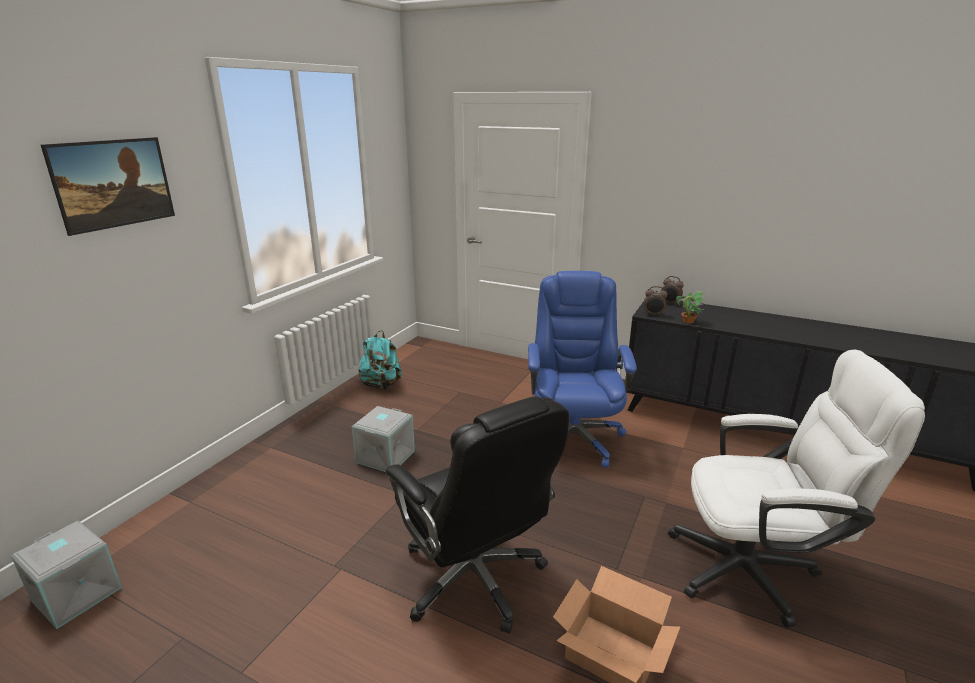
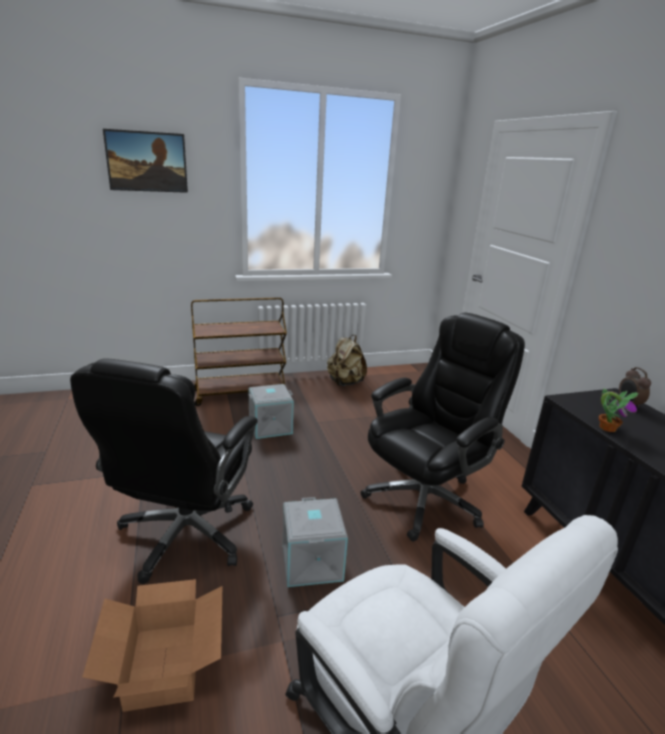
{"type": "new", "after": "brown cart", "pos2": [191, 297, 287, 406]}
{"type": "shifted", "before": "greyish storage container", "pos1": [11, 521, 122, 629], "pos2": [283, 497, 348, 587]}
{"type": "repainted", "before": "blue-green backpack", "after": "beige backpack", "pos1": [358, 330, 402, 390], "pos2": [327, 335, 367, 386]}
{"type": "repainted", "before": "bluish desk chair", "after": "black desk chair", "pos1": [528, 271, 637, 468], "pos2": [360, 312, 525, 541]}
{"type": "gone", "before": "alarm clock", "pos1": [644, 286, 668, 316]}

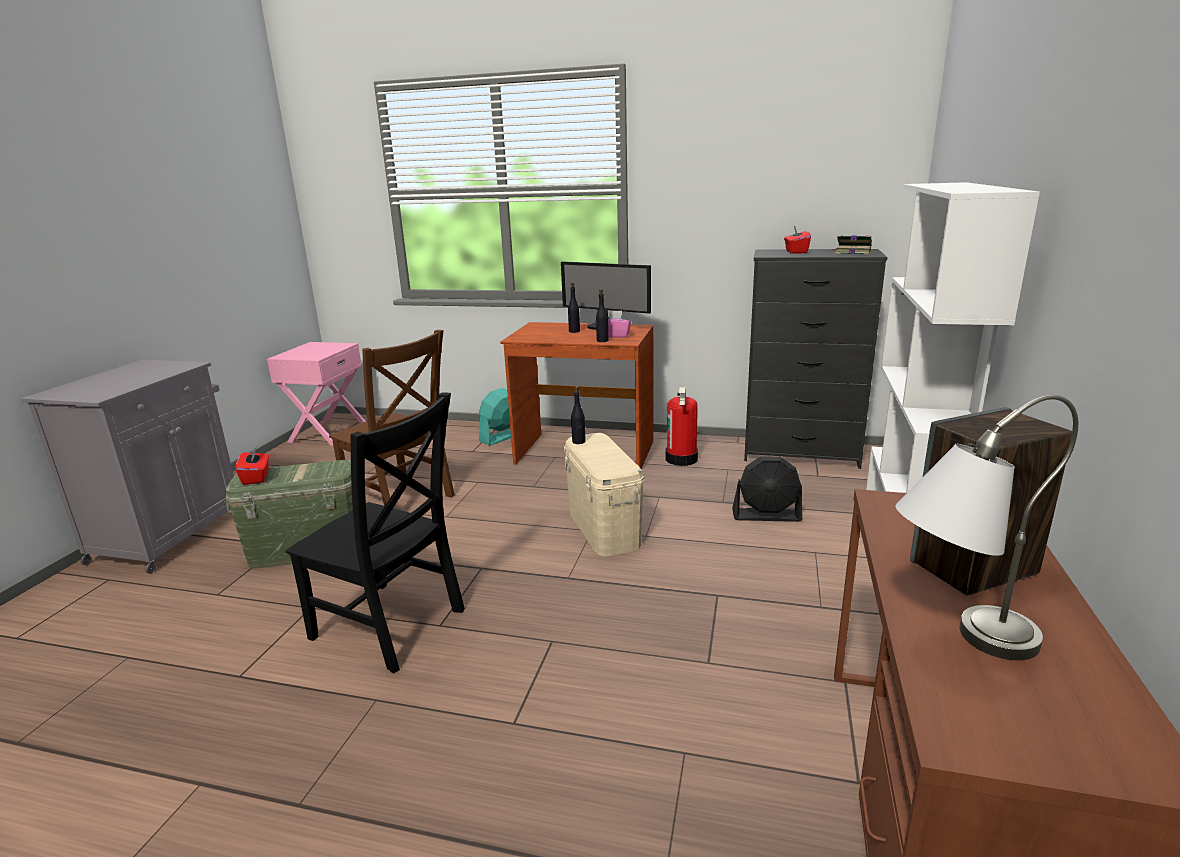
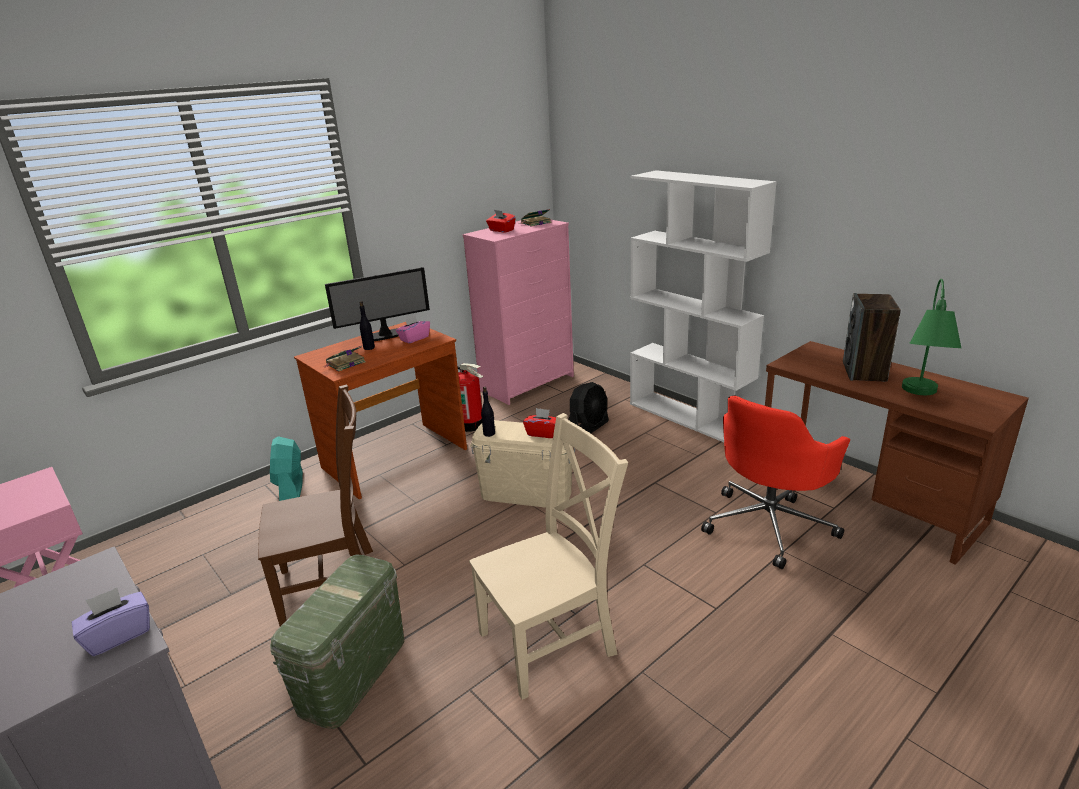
{"type": "new", "after": "purple tissue box", "pos2": [72, 587, 150, 656]}
{"type": "new", "after": "volume", "pos2": [325, 346, 366, 371]}
{"type": "repainted", "before": "black chest of drawers", "after": "pink-coloured chest of drawers", "pos1": [744, 249, 888, 469], "pos2": [463, 220, 574, 405]}
{"type": "repainted", "before": "black upright chair", "after": "beige upright chair", "pos1": [286, 392, 465, 674], "pos2": [469, 413, 628, 700]}
{"type": "shifted", "before": "reddish tissue box", "pos1": [236, 447, 269, 485], "pos2": [523, 408, 556, 438]}
{"type": "new", "after": "reddish desk chair", "pos2": [701, 396, 850, 569]}
{"type": "repainted", "before": "greyish table lamp", "after": "green table lamp", "pos1": [895, 395, 1078, 660], "pos2": [902, 279, 961, 395]}
{"type": "gone", "before": "black drink bottle", "pos1": [596, 289, 608, 342]}

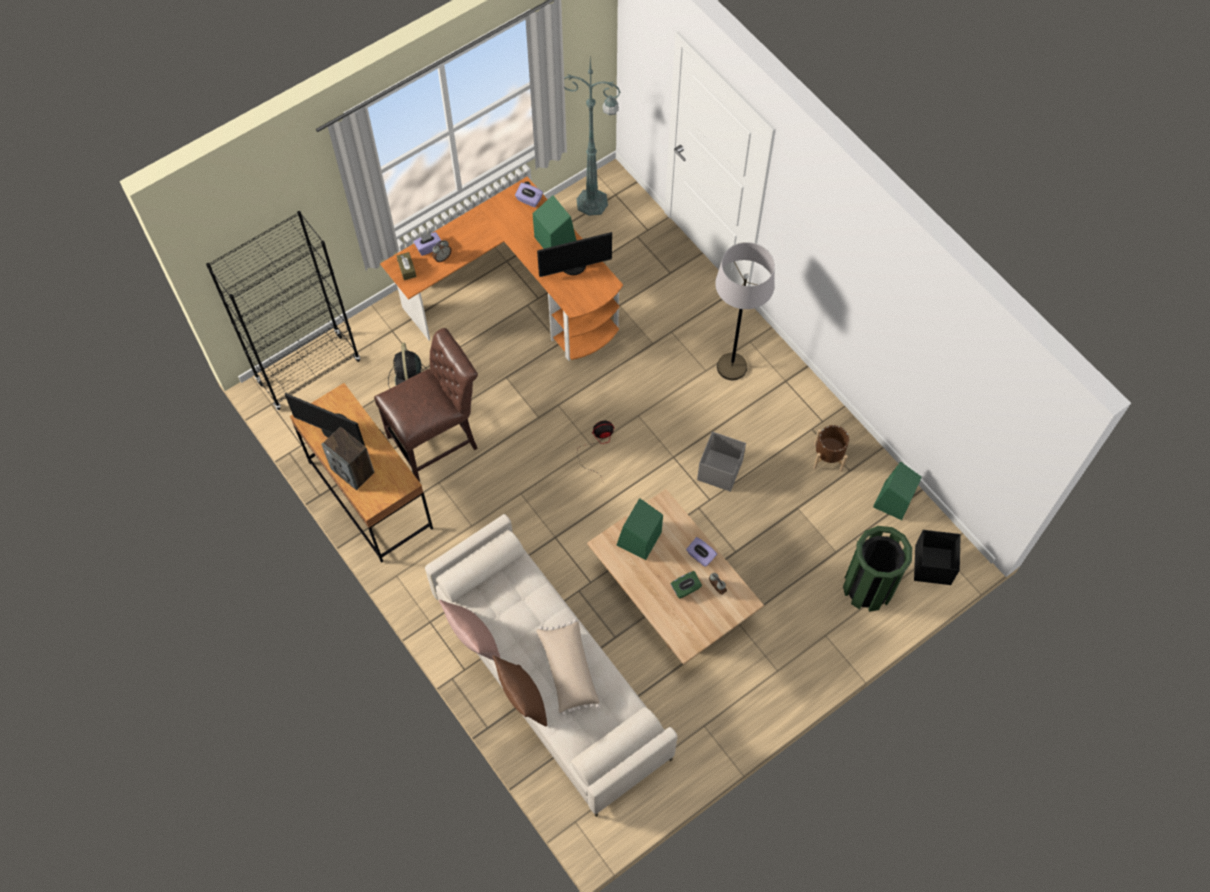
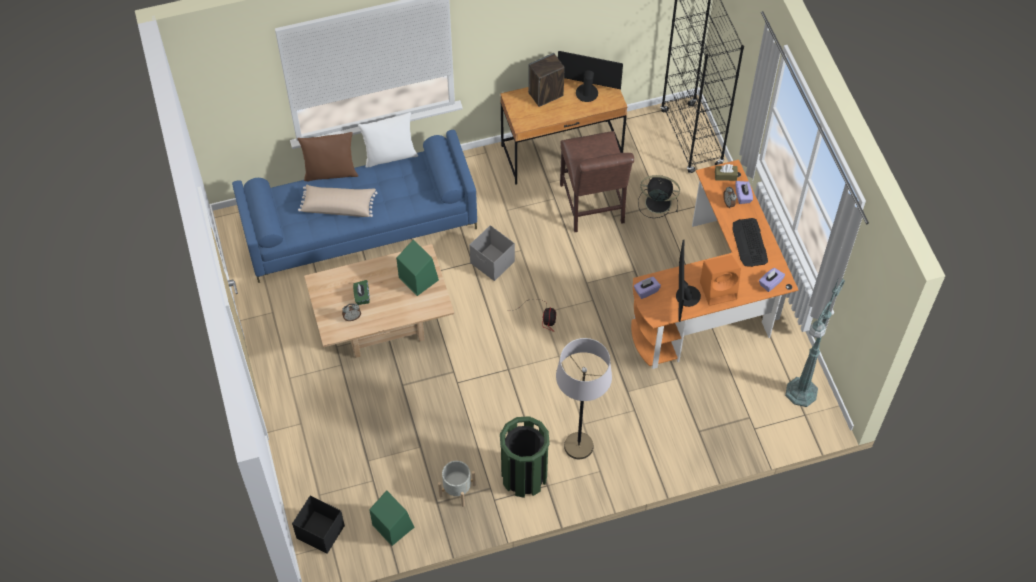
{"type": "repainted", "before": "beige couch", "after": "bluish couch", "pos1": [425, 514, 678, 817], "pos2": [232, 130, 477, 283]}
{"type": "repainted", "before": "pink-coloured throw pillow", "after": "white throw pillow", "pos1": [439, 600, 500, 661], "pos2": [358, 112, 418, 168]}
{"type": "repainted", "before": "brown flower pot", "after": "greyish flower pot", "pos1": [813, 425, 849, 472], "pos2": [438, 461, 476, 507]}
{"type": "shifted", "before": "greyish storage container", "pos1": [697, 431, 746, 492], "pos2": [469, 225, 515, 281]}
{"type": "shifted", "before": "green waste bin", "pos1": [843, 526, 912, 612], "pos2": [500, 416, 550, 498]}
{"type": "rotated", "before": "monitor", "pos1": [285, 393, 365, 445], "pos2": [558, 51, 623, 102], "turn": 60}
{"type": "shifted", "before": "purple tissue box", "pos1": [686, 537, 717, 567], "pos2": [634, 277, 661, 299]}
{"type": "repainted", "before": "green loudspeaker", "after": "orange loudspeaker", "pos1": [533, 195, 576, 249], "pos2": [700, 255, 741, 306]}
{"type": "new", "after": "PC keyboard", "pos2": [732, 218, 768, 267]}

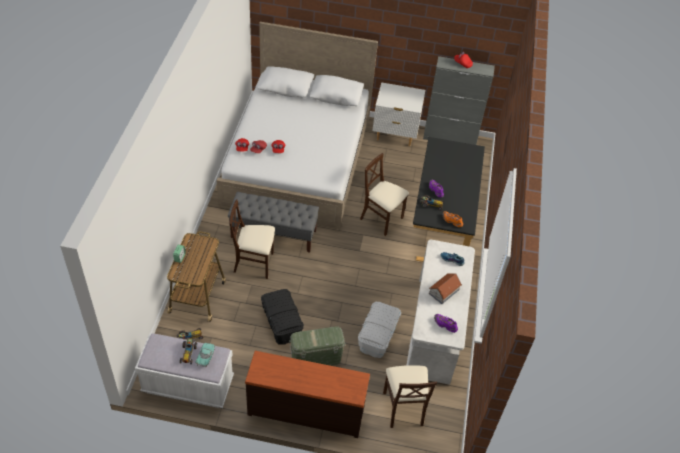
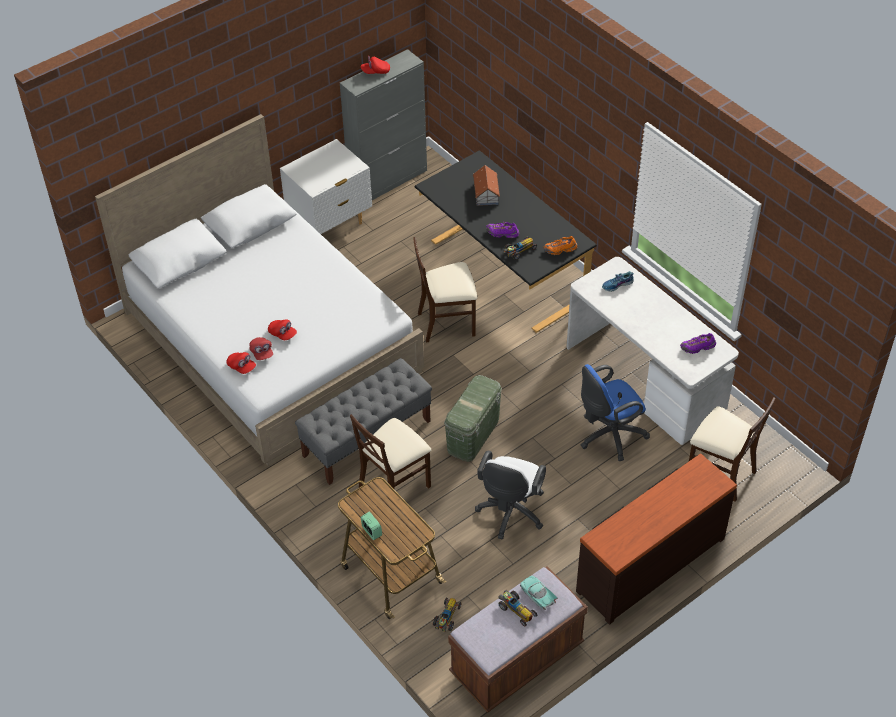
{"type": "shifted", "before": "green storage container", "pos1": [289, 327, 346, 366], "pos2": [444, 375, 502, 462]}
{"type": "repainted", "before": "white long seat", "after": "brown long seat", "pos1": [135, 333, 234, 408], "pos2": [448, 567, 588, 712]}
{"type": "shifted", "before": "miniature house", "pos1": [429, 273, 462, 304], "pos2": [473, 165, 500, 206]}
{"type": "swapped", "before": "black storage container", "after": "white desk chair", "pos1": [261, 289, 304, 345], "pos2": [475, 451, 546, 540]}
{"type": "swapped", "before": "white storage container", "after": "bluish desk chair", "pos1": [358, 302, 401, 358], "pos2": [581, 364, 650, 461]}

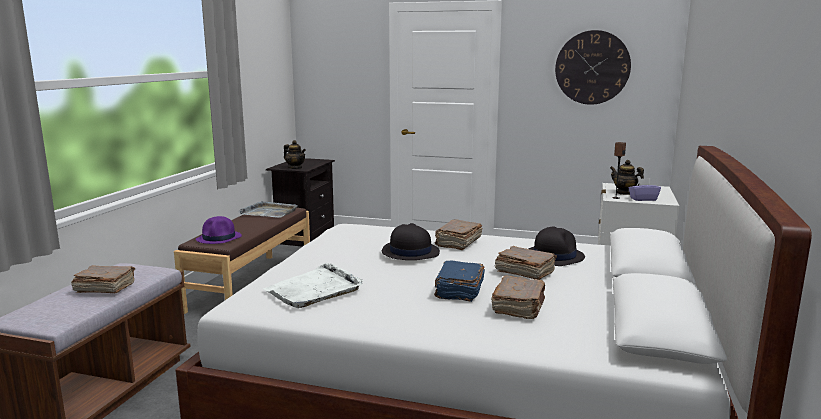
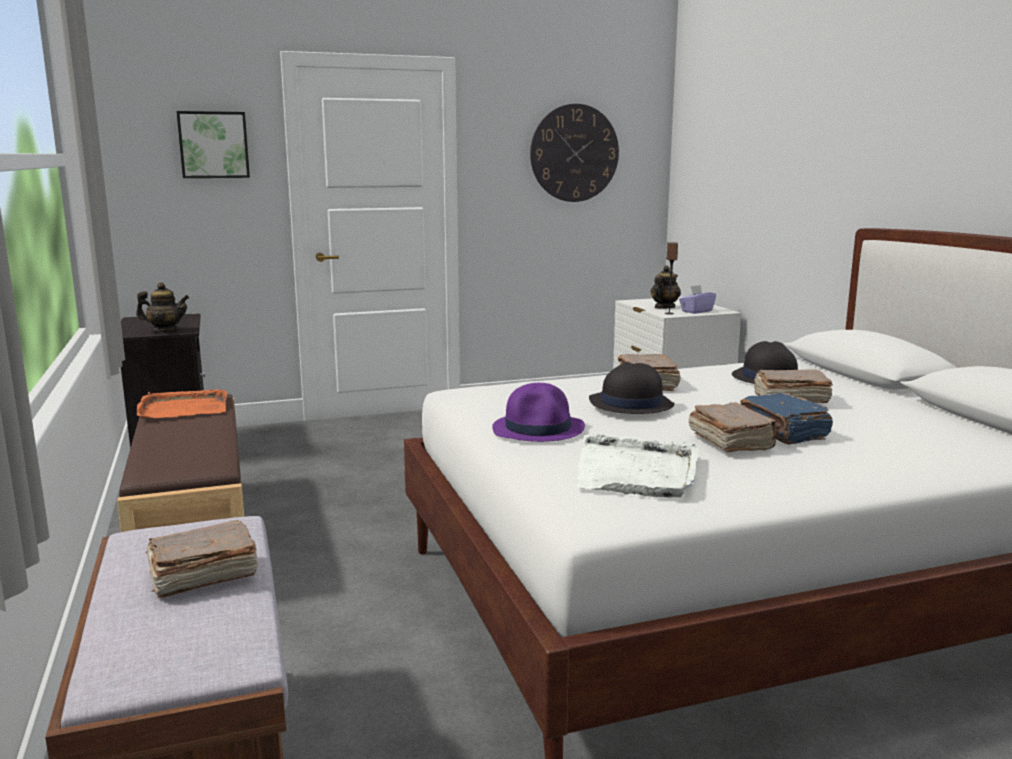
{"type": "repainted", "before": "greyish serving tray", "after": "orange serving tray", "pos1": [238, 201, 298, 218], "pos2": [137, 389, 227, 419]}
{"type": "new", "after": "picture", "pos2": [177, 111, 250, 178]}
{"type": "shifted", "before": "purple hat", "pos1": [196, 216, 242, 244], "pos2": [492, 383, 585, 442]}
{"type": "rotated", "before": "tea pot", "pos1": [610, 160, 644, 195], "pos2": [651, 266, 681, 309], "turn": 120}
{"type": "shifted", "before": "brown volume", "pos1": [491, 275, 545, 319], "pos2": [688, 402, 781, 452]}

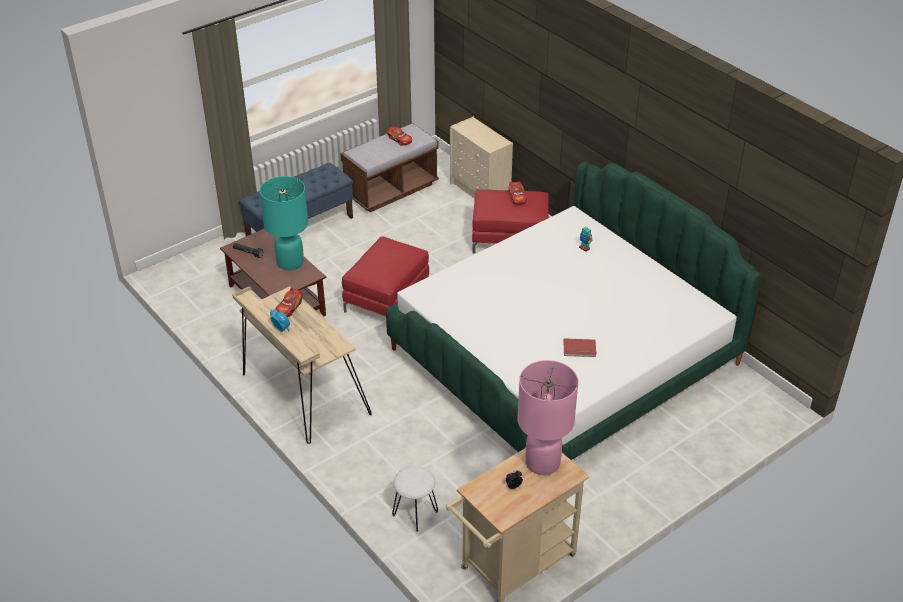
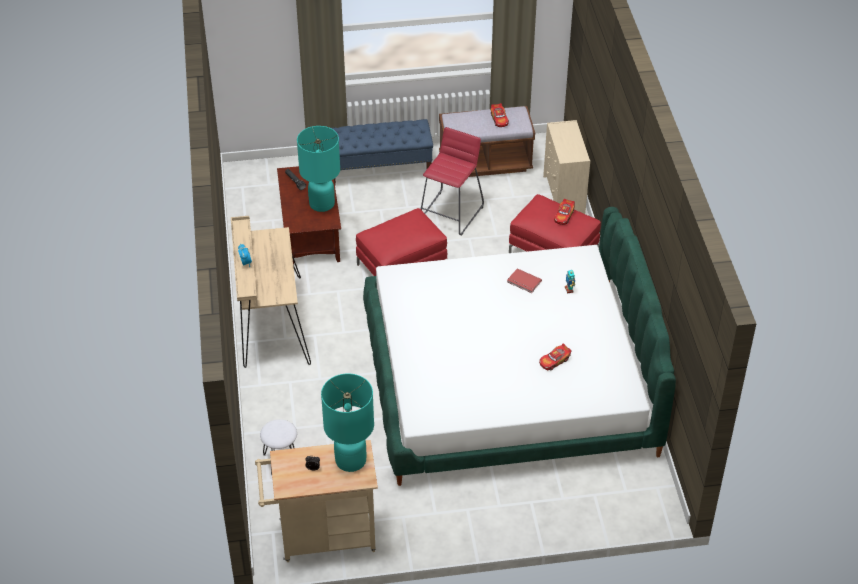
{"type": "repainted", "before": "pink-coloured table lamp", "after": "blue-green table lamp", "pos1": [517, 360, 578, 475], "pos2": [321, 373, 374, 472]}
{"type": "new", "after": "reddish stool seat", "pos2": [421, 127, 484, 236]}
{"type": "shifted", "before": "reddish volume", "pos1": [564, 339, 596, 357], "pos2": [507, 268, 542, 293]}
{"type": "shifted", "before": "toy car", "pos1": [275, 288, 302, 317], "pos2": [539, 343, 572, 371]}

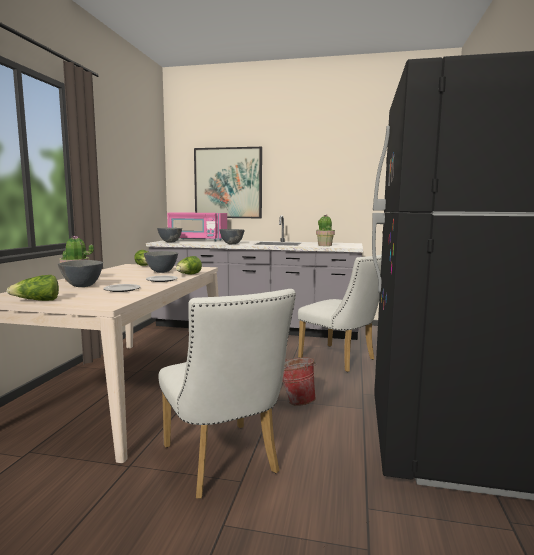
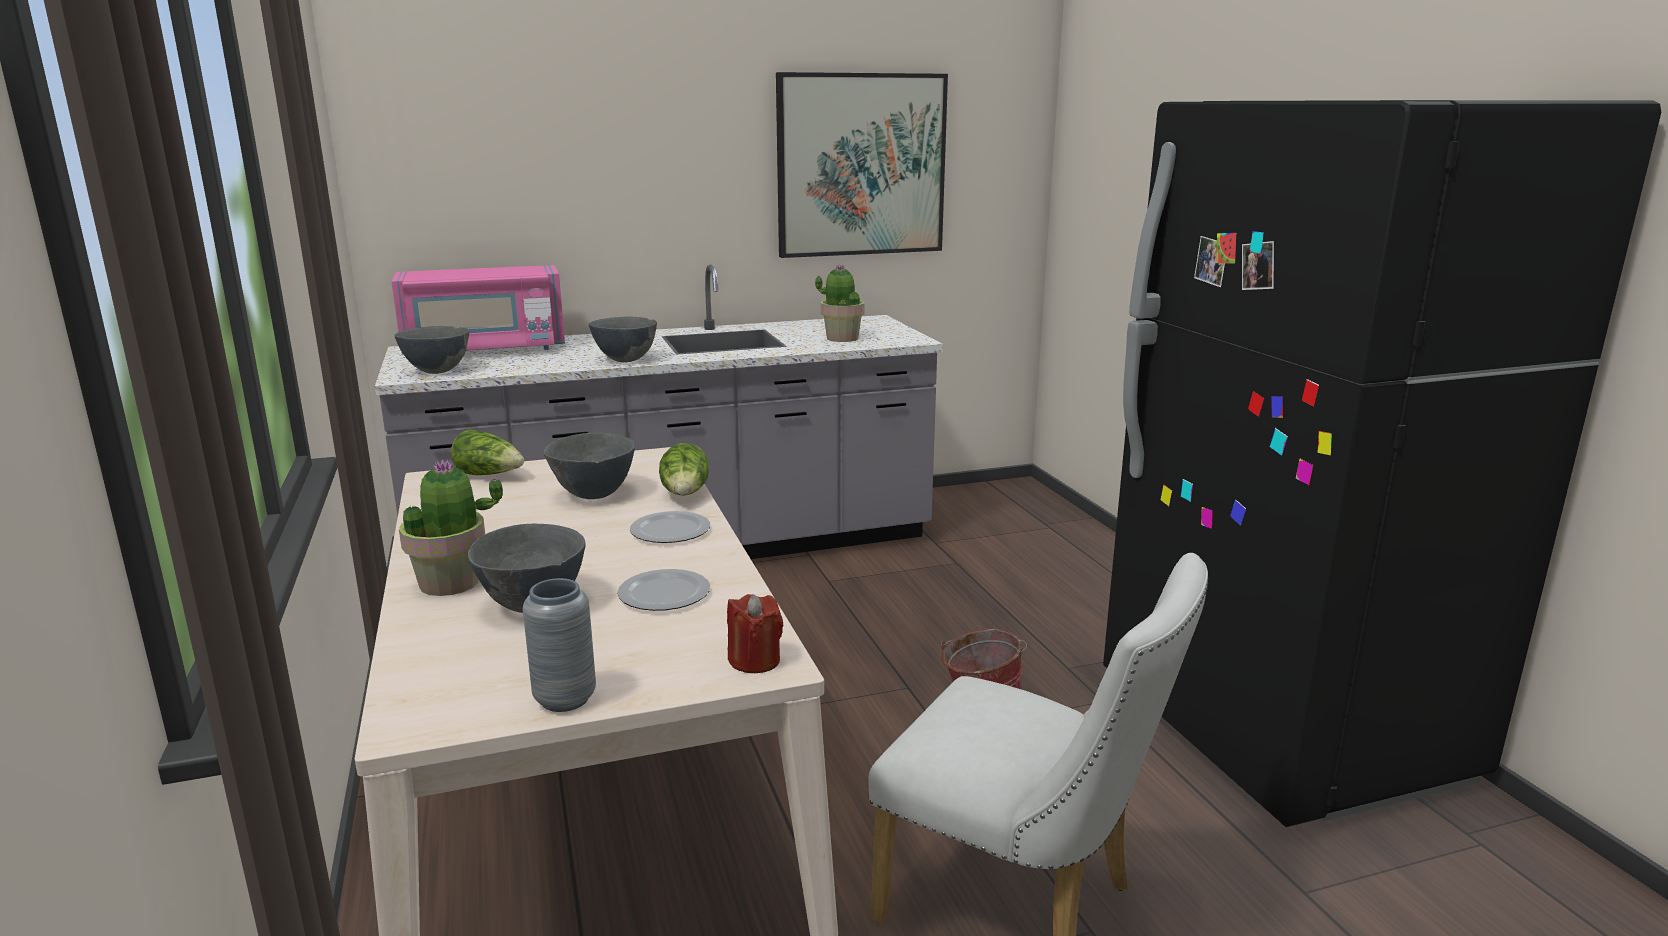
{"type": "swapped", "before": "head of lettuce", "after": "greyish vase", "pos1": [7, 275, 59, 301], "pos2": [523, 578, 596, 712]}
{"type": "new", "after": "reddish wax light", "pos2": [727, 594, 783, 673]}
{"type": "shifted", "before": "picture", "pos1": [194, 147, 262, 218], "pos2": [776, 72, 948, 258]}
{"type": "gone", "before": "white upright chair", "pos1": [298, 255, 382, 372]}

